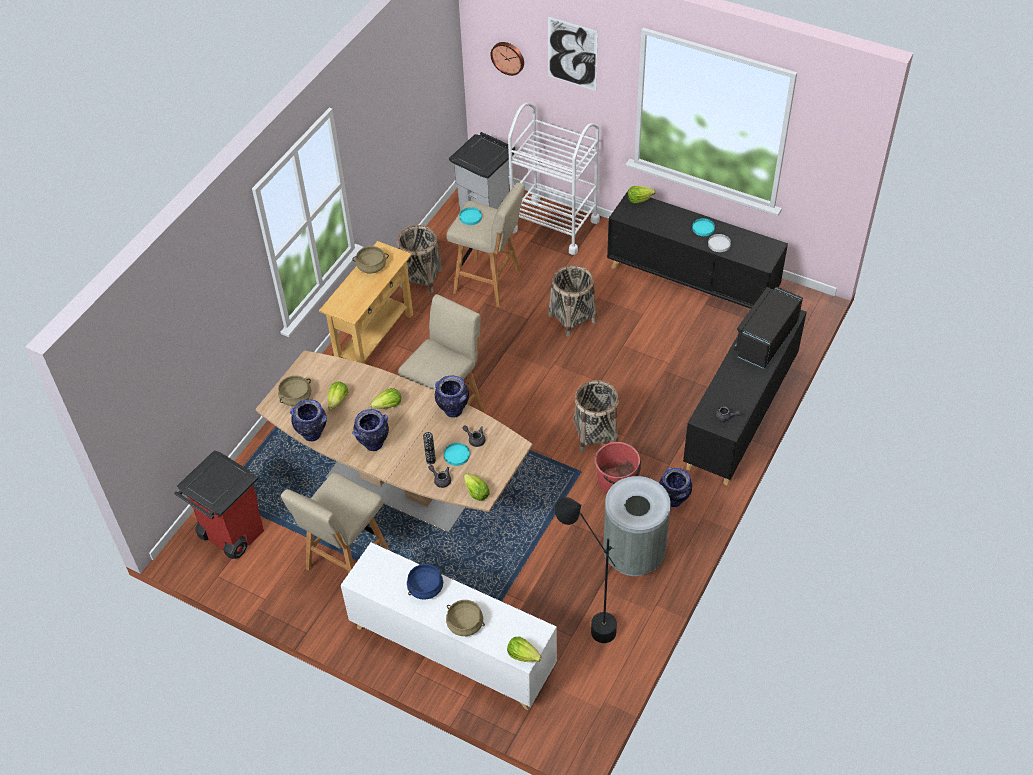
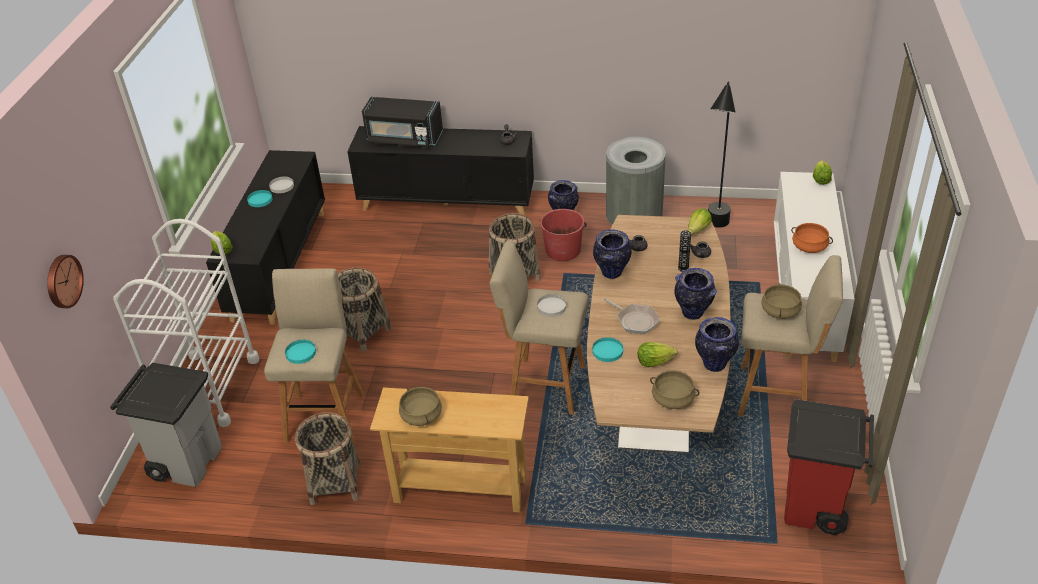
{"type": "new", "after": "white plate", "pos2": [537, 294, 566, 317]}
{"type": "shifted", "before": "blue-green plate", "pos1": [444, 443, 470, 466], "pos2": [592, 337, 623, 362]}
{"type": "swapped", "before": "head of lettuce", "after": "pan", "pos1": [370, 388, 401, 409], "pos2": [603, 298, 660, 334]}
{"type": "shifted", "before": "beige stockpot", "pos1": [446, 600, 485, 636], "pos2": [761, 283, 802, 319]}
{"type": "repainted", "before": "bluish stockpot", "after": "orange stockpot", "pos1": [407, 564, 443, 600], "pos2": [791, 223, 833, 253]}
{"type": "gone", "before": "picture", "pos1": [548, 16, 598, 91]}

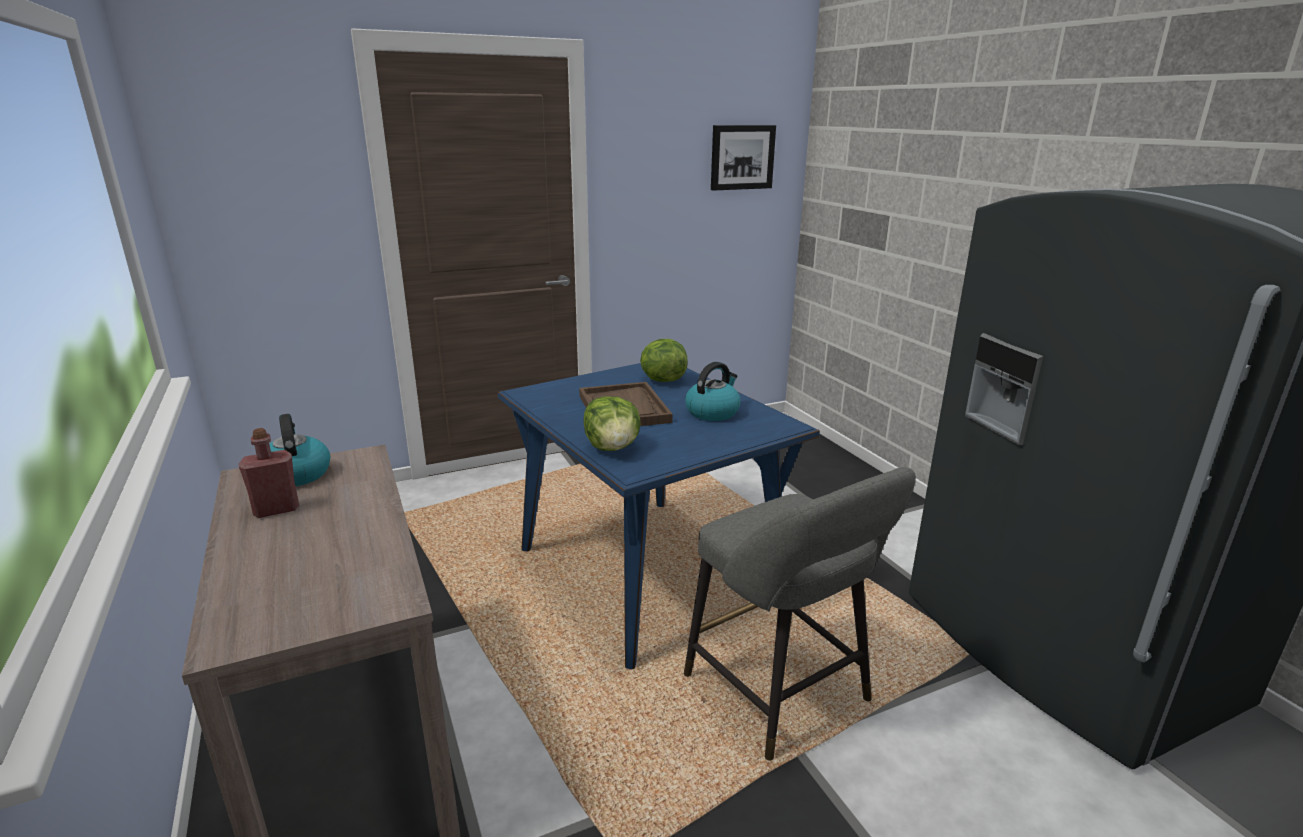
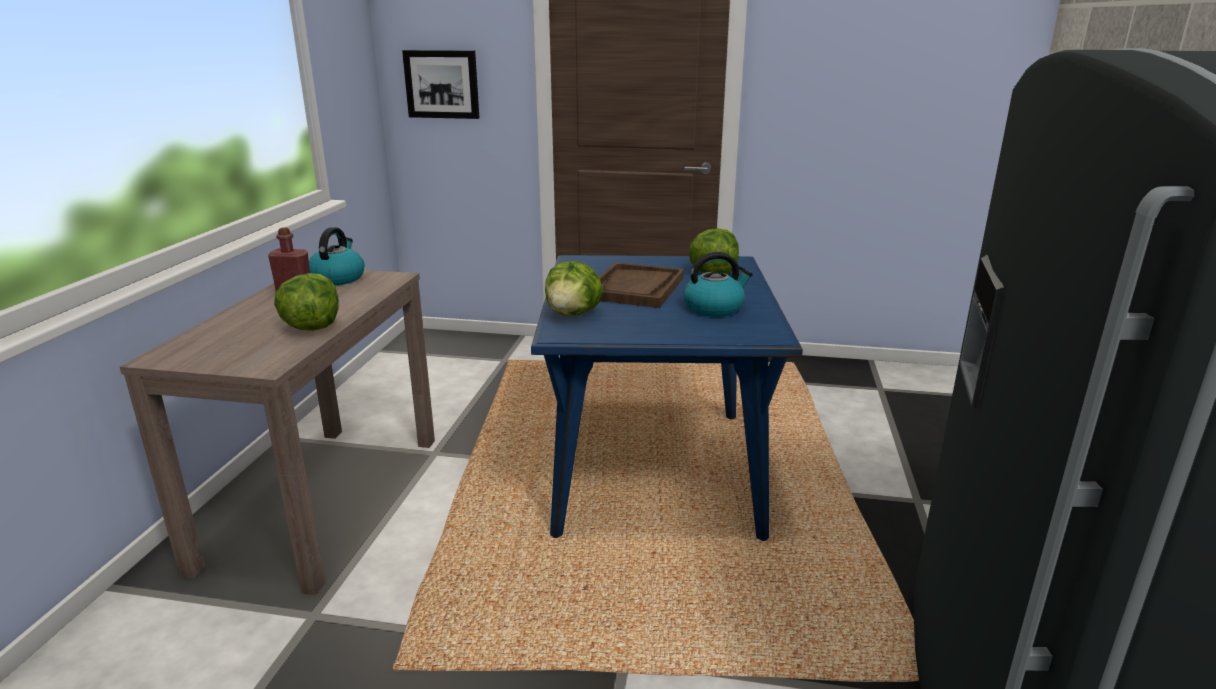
{"type": "new", "after": "head of lettuce", "pos2": [274, 273, 339, 331]}
{"type": "shifted", "before": "picture", "pos1": [711, 125, 776, 191], "pos2": [402, 50, 479, 119]}
{"type": "gone", "before": "greyish stool seat", "pos1": [684, 467, 916, 761]}

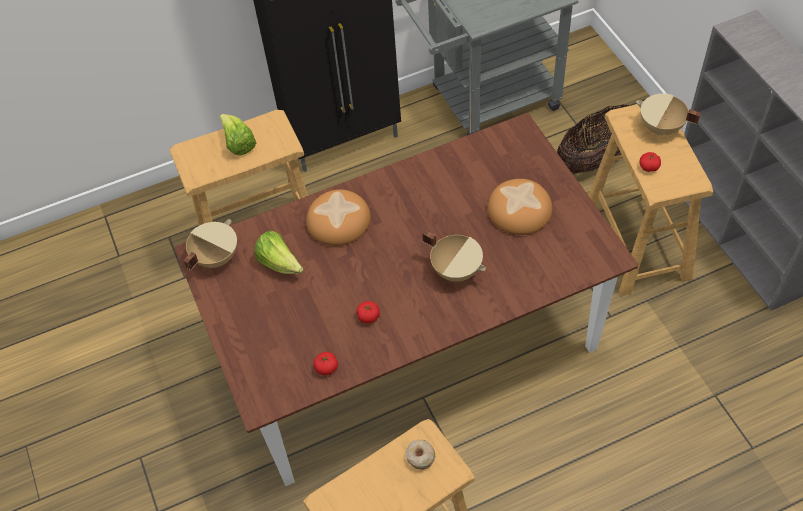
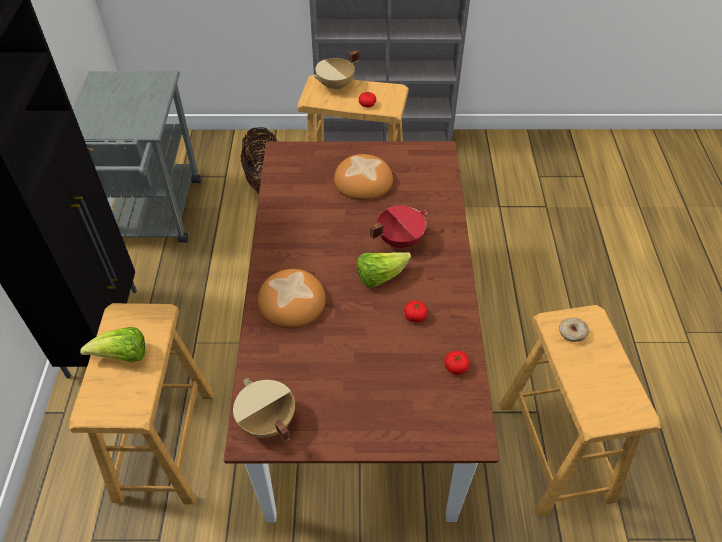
{"type": "shifted", "before": "head of lettuce", "pos1": [254, 230, 304, 274], "pos2": [356, 252, 411, 288]}
{"type": "repainted", "before": "beige stockpot", "after": "reddish stockpot", "pos1": [422, 230, 486, 282], "pos2": [370, 206, 427, 248]}

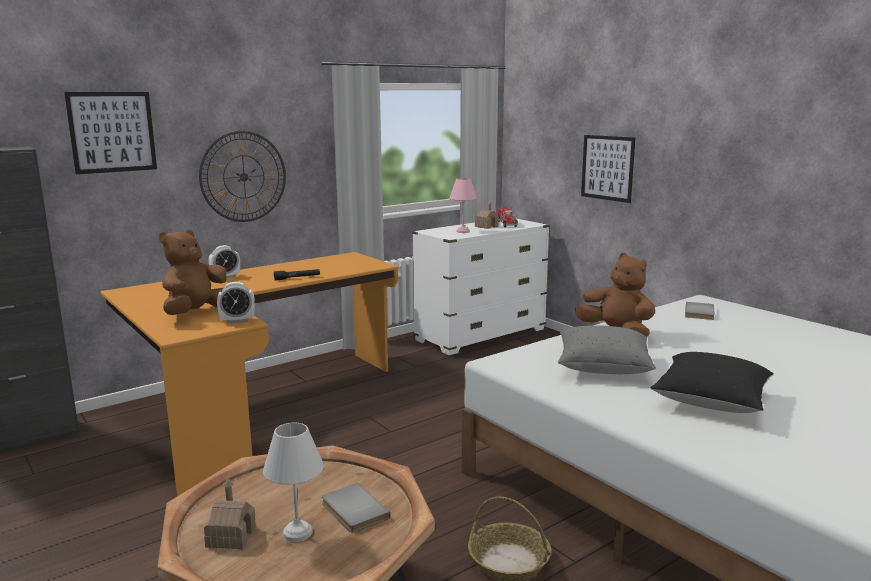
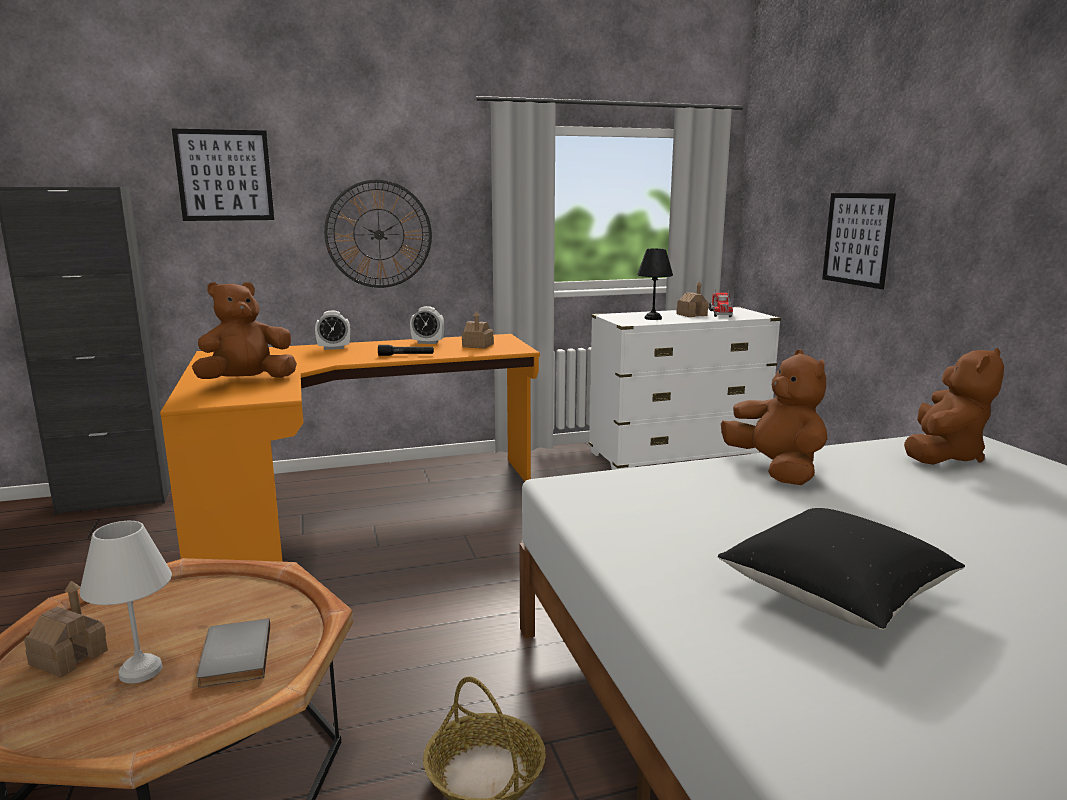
{"type": "shifted", "before": "alarm clock", "pos1": [217, 282, 255, 324], "pos2": [410, 306, 444, 344]}
{"type": "new", "after": "miniature house", "pos2": [462, 311, 494, 349]}
{"type": "repainted", "before": "pink-coloured table lamp", "after": "black table lamp", "pos1": [450, 178, 477, 233], "pos2": [637, 248, 673, 320]}
{"type": "swapped", "before": "greyish volume", "after": "brown soft toy", "pos1": [685, 302, 714, 320], "pos2": [904, 348, 1004, 465]}
{"type": "gone", "before": "greyish throw pillow", "pos1": [558, 325, 656, 374]}

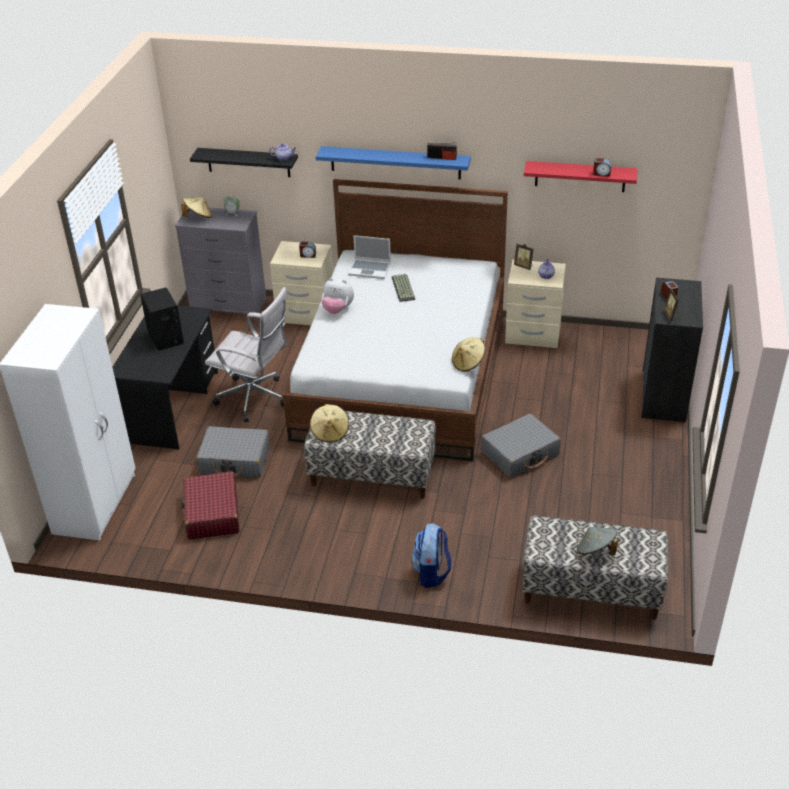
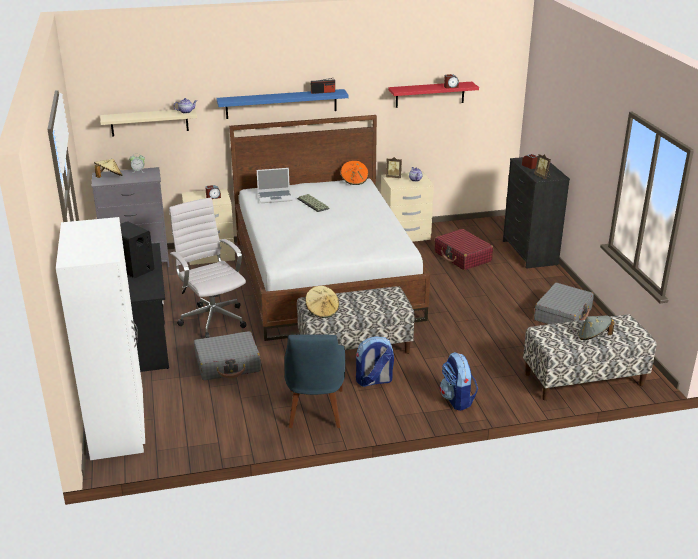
{"type": "repainted", "before": "black bracket shelf", "after": "beige bracket shelf", "pos1": [190, 148, 298, 177], "pos2": [100, 108, 197, 137]}
{"type": "rotated", "before": "white desk chair", "pos1": [205, 287, 288, 422], "pos2": [169, 197, 247, 338], "turn": -120}
{"type": "new", "after": "bluish upright chair", "pos2": [284, 335, 345, 428]}
{"type": "new", "after": "orange hat", "pos2": [341, 161, 368, 185]}
{"type": "new", "after": "backpack", "pos2": [356, 336, 394, 387]}
{"type": "shifted", "before": "reddish suitcase", "pos1": [181, 471, 239, 540], "pos2": [435, 229, 493, 270]}
{"type": "shifted", "before": "greyish suitcase", "pos1": [481, 414, 561, 478], "pos2": [534, 283, 594, 324]}
{"type": "gone", "before": "soft toy", "pos1": [322, 278, 354, 314]}
{"type": "gone", "before": "beige hat", "pos1": [452, 337, 485, 372]}

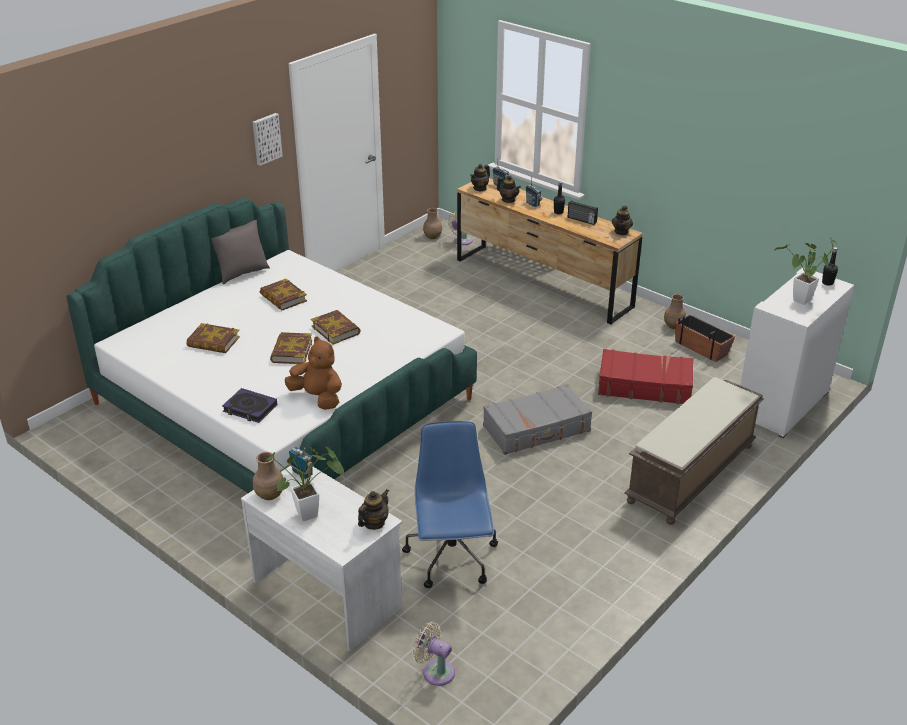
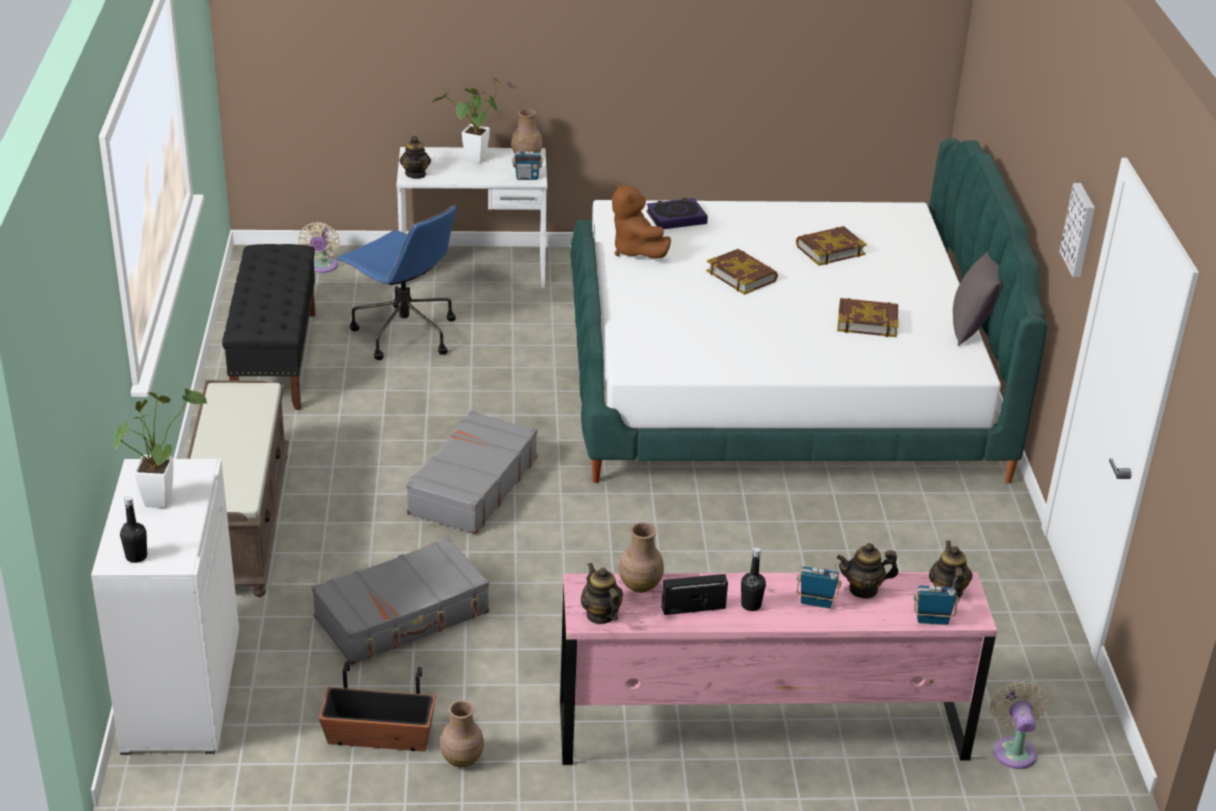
{"type": "new", "after": "black long seat", "pos2": [222, 244, 316, 410]}
{"type": "rotated", "before": "beige electric fan", "pos1": [412, 621, 455, 686], "pos2": [298, 222, 340, 273], "turn": 105}
{"type": "repainted", "before": "reddish suitcase", "after": "greyish suitcase", "pos1": [598, 349, 693, 404], "pos2": [312, 537, 489, 665]}
{"type": "repainted", "before": "brown chest of drawers", "after": "pink-coloured chest of drawers", "pos1": [457, 178, 643, 324], "pos2": [560, 572, 997, 765]}
{"type": "rotated", "before": "brown soft toy", "pos1": [285, 336, 342, 410], "pos2": [612, 182, 671, 258], "turn": 75}
{"type": "shifted", "before": "brown vase", "pos1": [423, 208, 442, 239], "pos2": [619, 522, 664, 593]}
{"type": "gone", "before": "volume", "pos1": [311, 310, 361, 345]}

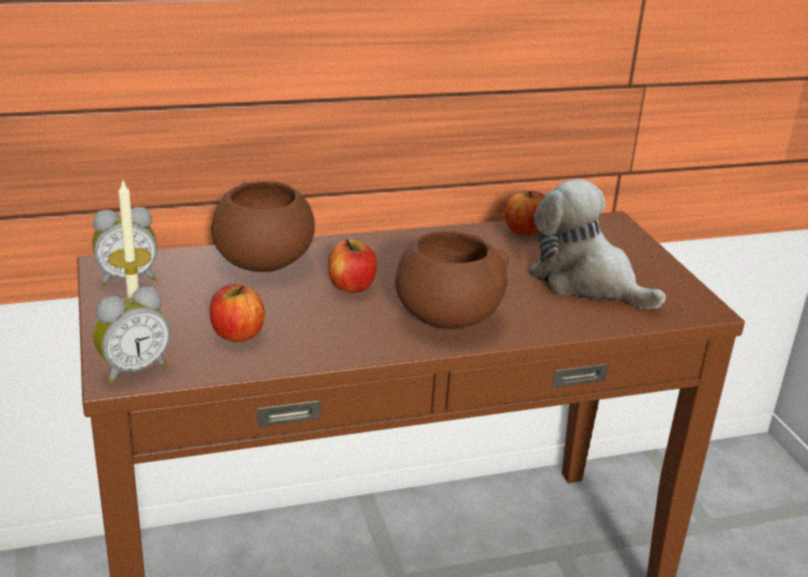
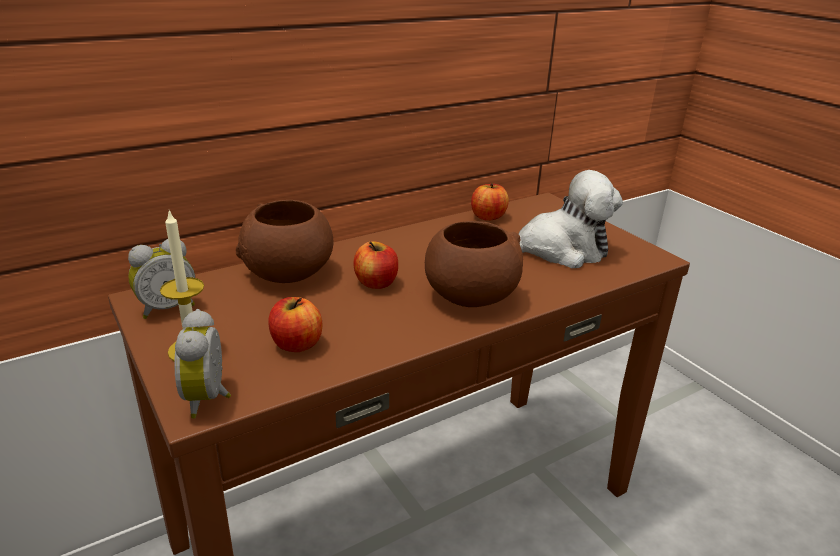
{"type": "rotated", "before": "alarm clock", "pos1": [93, 287, 170, 384], "pos2": [174, 309, 231, 418], "turn": 135}
{"type": "rotated", "before": "soft toy", "pos1": [528, 179, 666, 309], "pos2": [518, 170, 623, 268], "turn": 150}

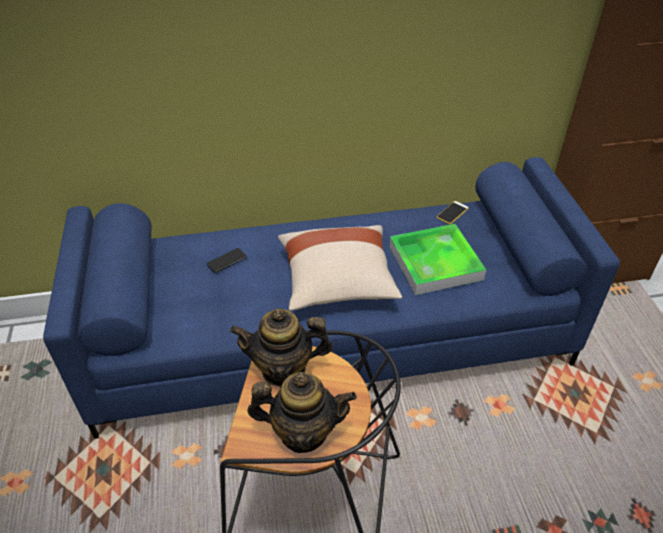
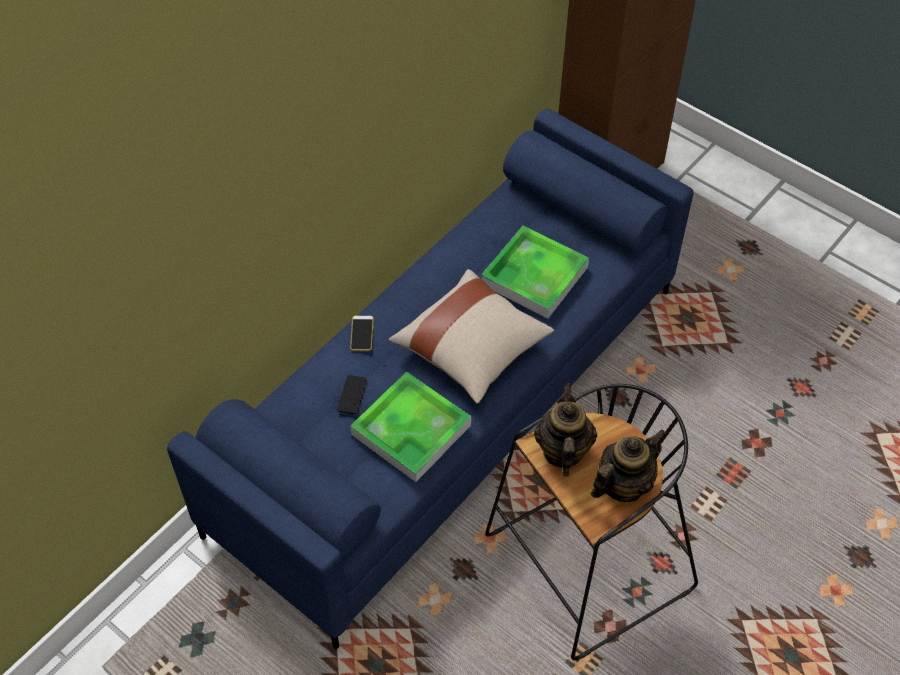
{"type": "shifted", "before": "phone", "pos1": [436, 201, 469, 224], "pos2": [350, 316, 374, 351]}
{"type": "new", "after": "serving tray", "pos2": [350, 372, 471, 482]}
{"type": "rotated", "before": "tea pot", "pos1": [230, 308, 333, 387], "pos2": [534, 383, 597, 477], "turn": 135}

